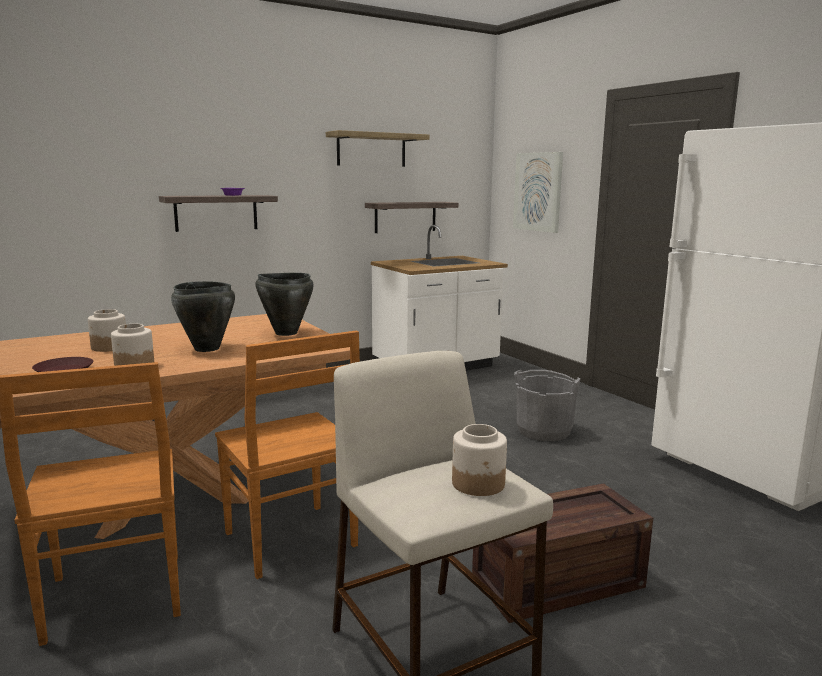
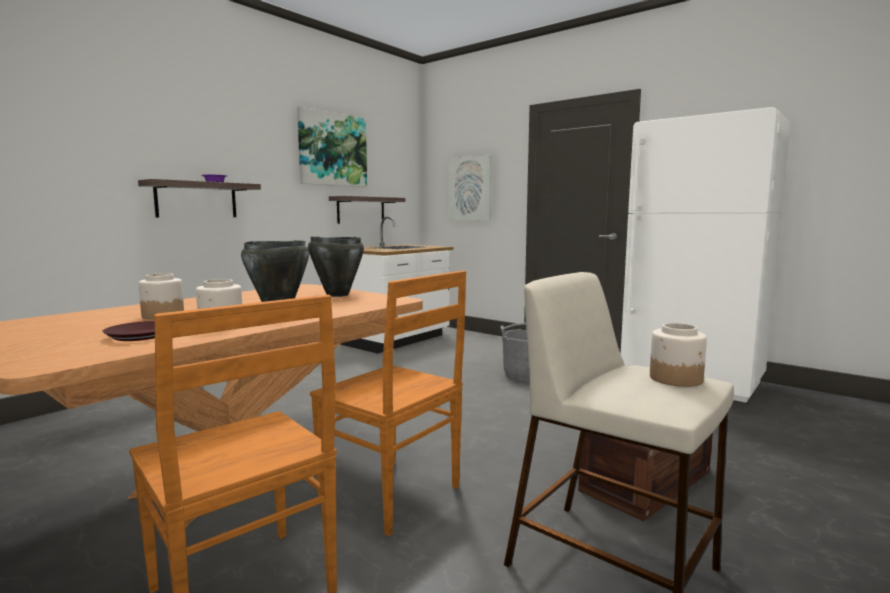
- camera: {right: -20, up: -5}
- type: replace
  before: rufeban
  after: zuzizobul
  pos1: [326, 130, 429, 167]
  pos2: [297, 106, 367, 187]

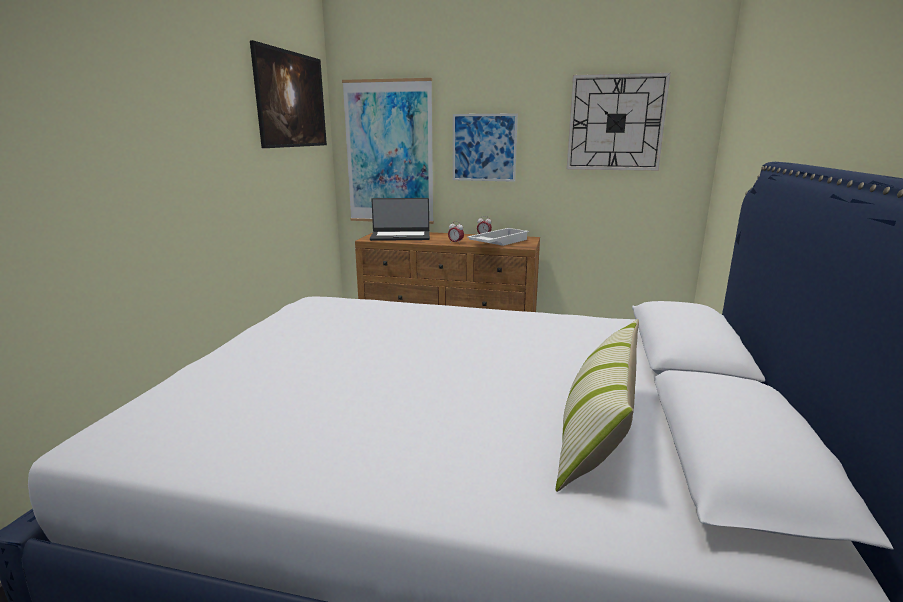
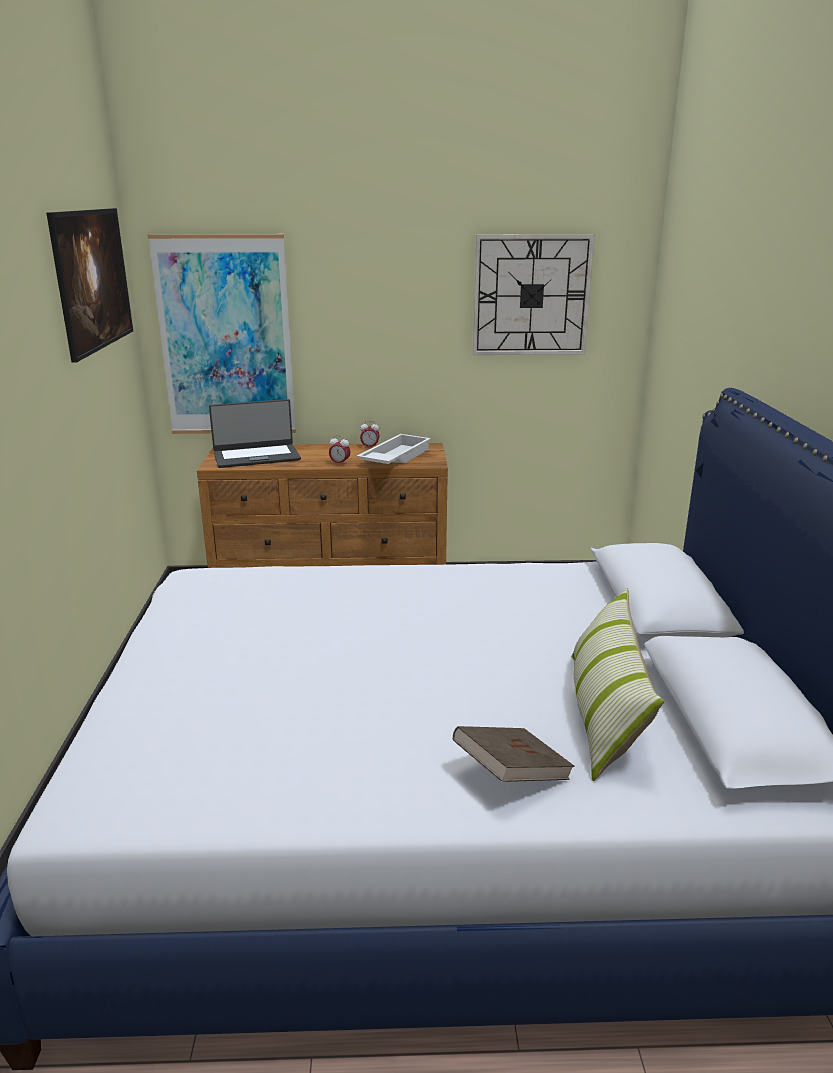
- camera: {right: -15, up: 5}
- type: delete
  before: zuzizobul
  pos1: [453, 113, 518, 182]
- type: insert
  after: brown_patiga
  pos2: [453, 726, 575, 782]

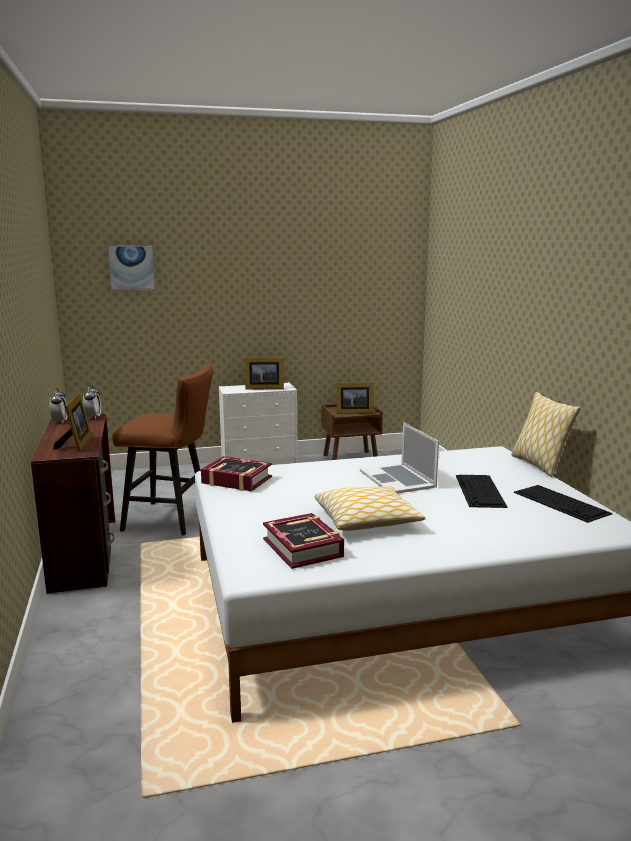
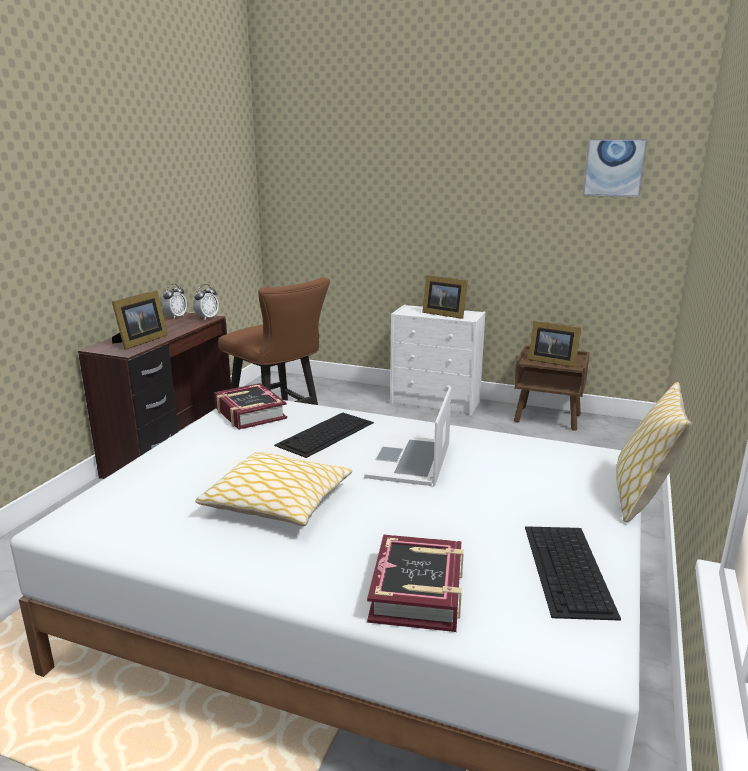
- camera: {right: 35, up: 5}
- type: move
  before: zuzizobul
  pos1: [107, 245, 156, 291]
  pos2: [582, 139, 647, 197]
- type: move
  before: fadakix
  pos1: [456, 475, 508, 508]
  pos2: [274, 413, 374, 458]
- type: move
  before: patiga
  pos1: [263, 513, 344, 569]
  pos2: [367, 535, 464, 632]

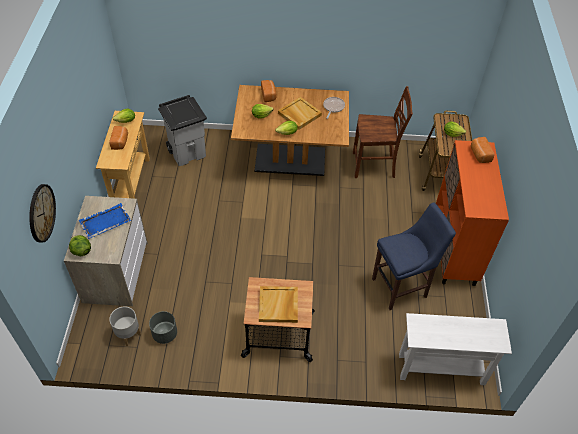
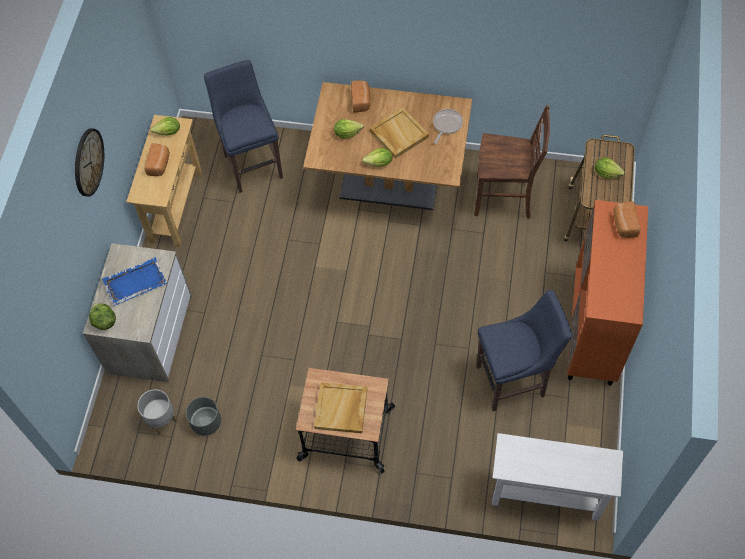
- camera: {right: 10, up: 10}
- type: replace
  before: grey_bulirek
  after: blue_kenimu
  pos1: [158, 95, 207, 166]
  pos2: [204, 60, 283, 193]
- type: move
  before: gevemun
  pos1: [29, 184, 56, 243]
  pos2: [75, 128, 104, 197]

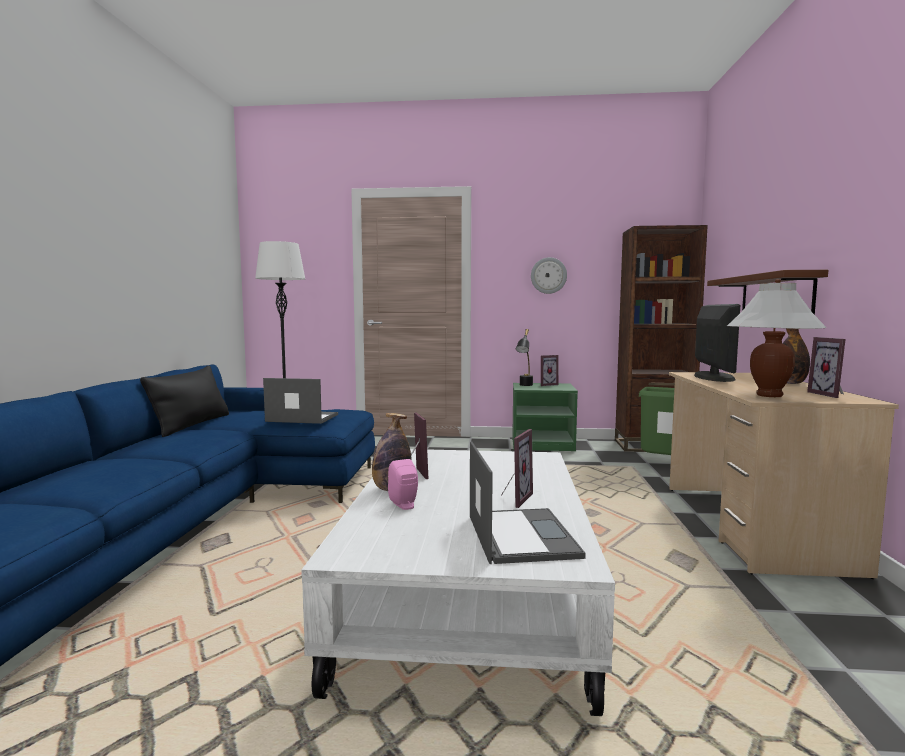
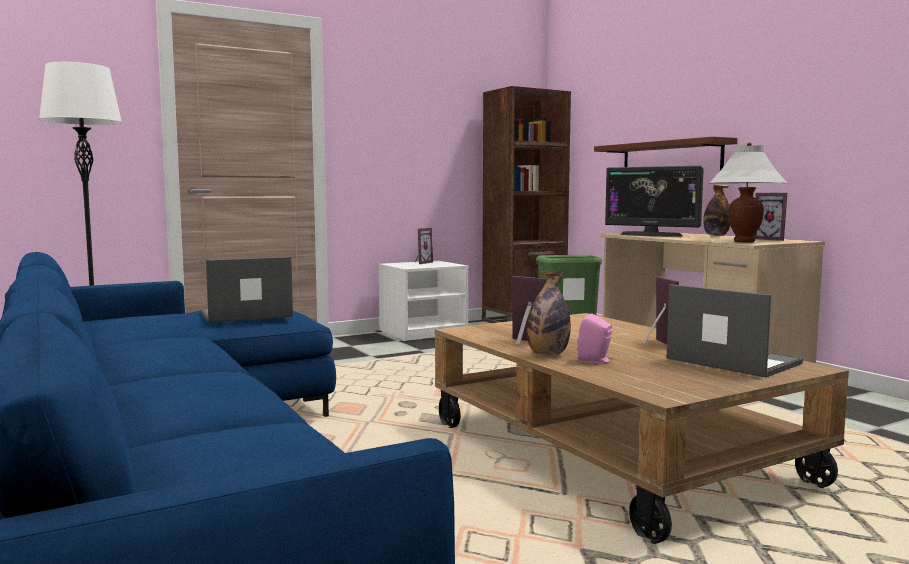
- camera: {right: -35, up: 0}
- type: delete
  before: gevemun
  pos1: [531, 257, 567, 294]
- type: rotate
  before: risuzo
  pos1: [694, 304, 740, 382]
  pos2: [605, 166, 704, 237]
  turn: 150
- type: delete
  before: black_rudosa
  pos1: [516, 329, 533, 386]
- type: delete
  before: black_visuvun
  pos1: [140, 365, 229, 437]
- type: recolor
  before: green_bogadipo
  after: white_bogadipo
  pos1: [512, 383, 578, 451]
  pos2: [378, 261, 468, 341]
- type: recolor
  before: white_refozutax
  after: brown_refozutax
  pos1: [301, 449, 615, 716]
  pos2: [435, 313, 849, 544]

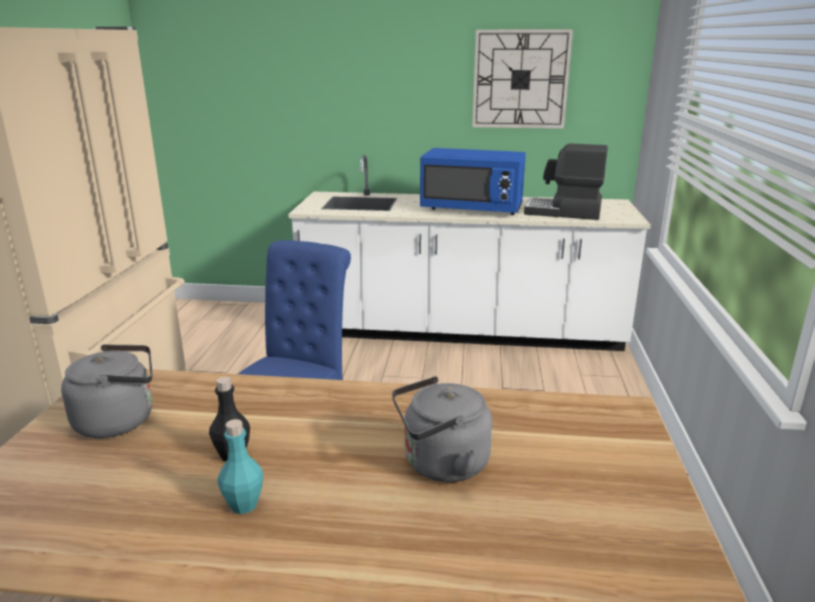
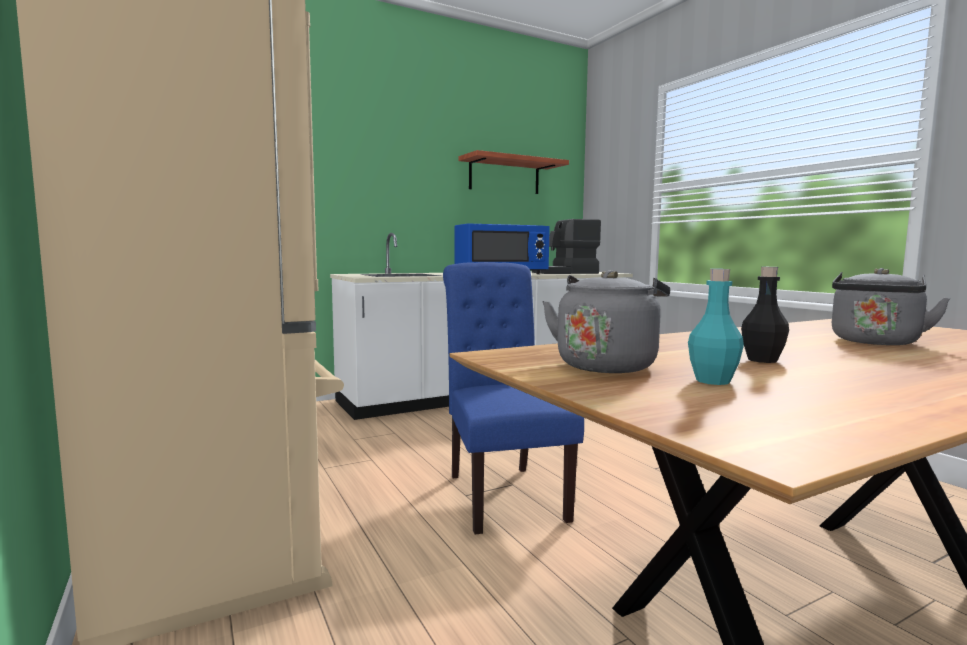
- camera: {right: -35, up: -15}
- type: replace
  before: gevemun
  after: rufeban
  pos1: [472, 29, 573, 129]
  pos2: [459, 150, 569, 194]
- type: move
  before: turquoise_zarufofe
  pos1: [218, 419, 263, 514]
  pos2: [688, 269, 744, 385]

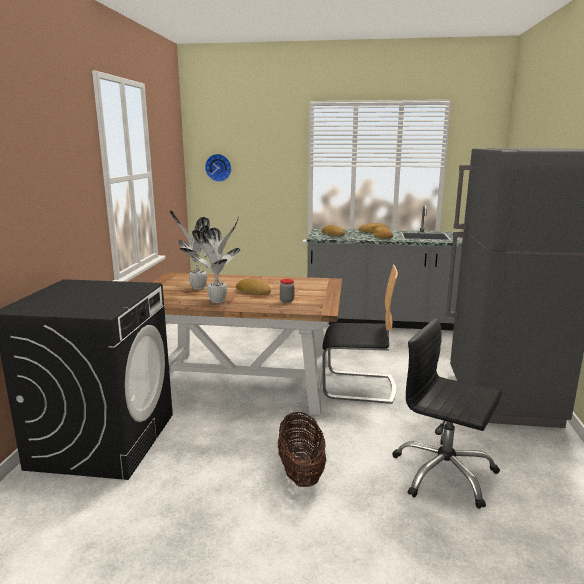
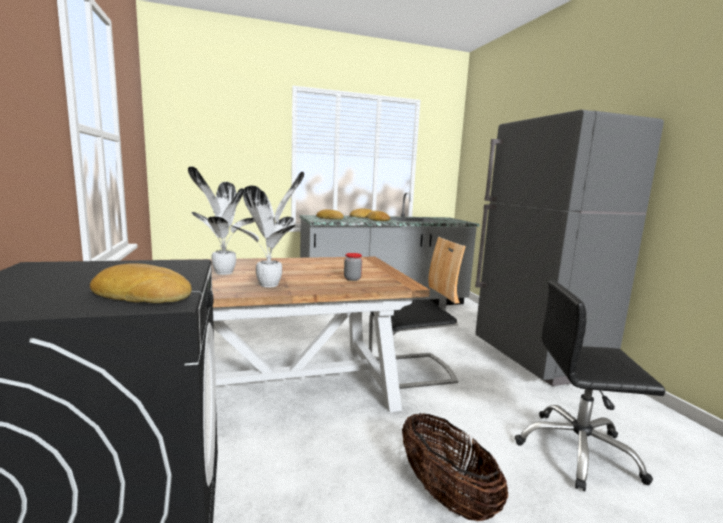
- camera: {right: -25, up: -5}
- type: delete
  before: gevemun
  pos1: [205, 154, 231, 182]
- type: move
  before: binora
  pos1: [236, 278, 271, 295]
  pos2: [90, 263, 192, 303]

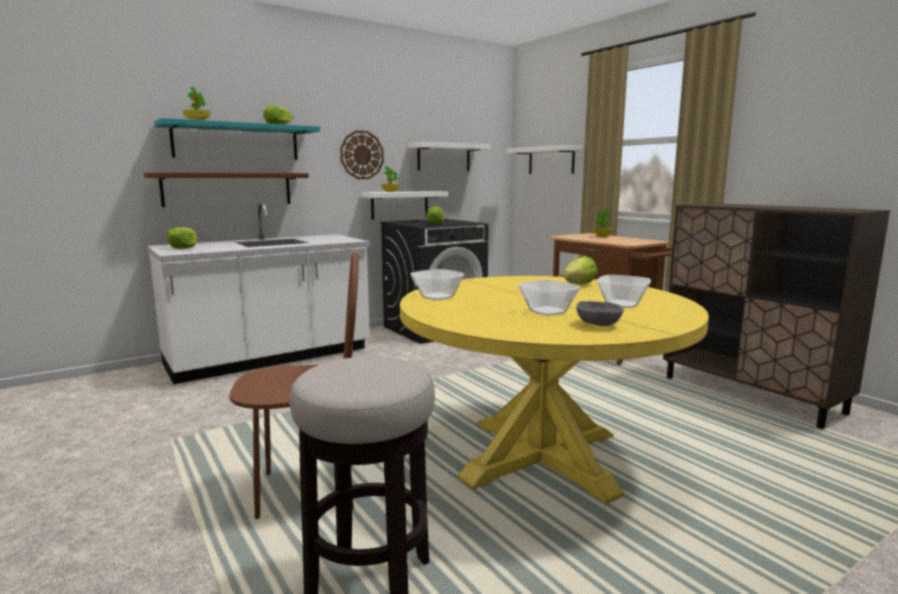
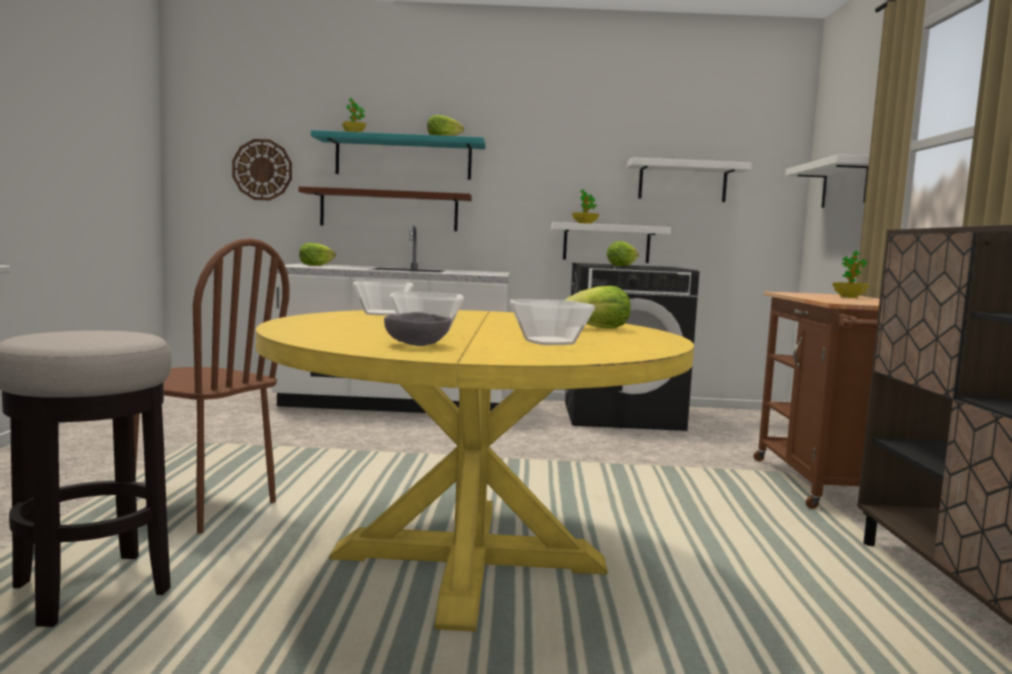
- camera: {right: 35, up: -5}
- type: move
  before: gevemun
  pos1: [340, 131, 384, 179]
  pos2: [232, 139, 292, 201]

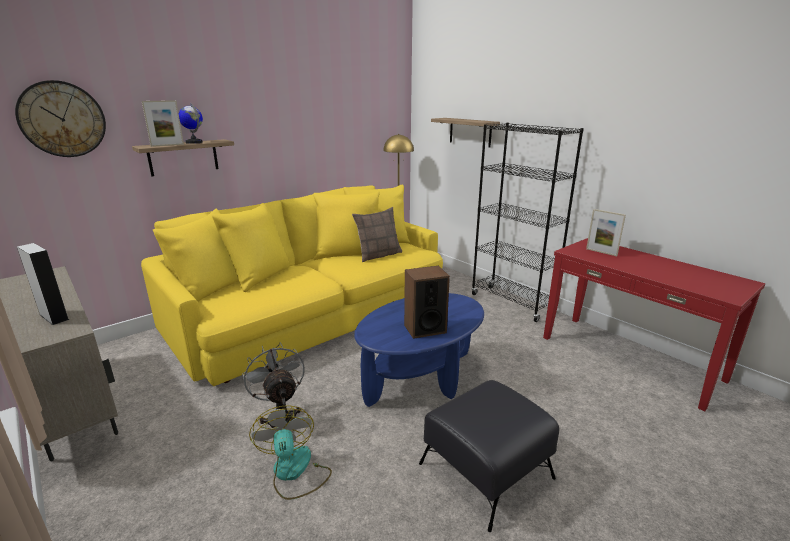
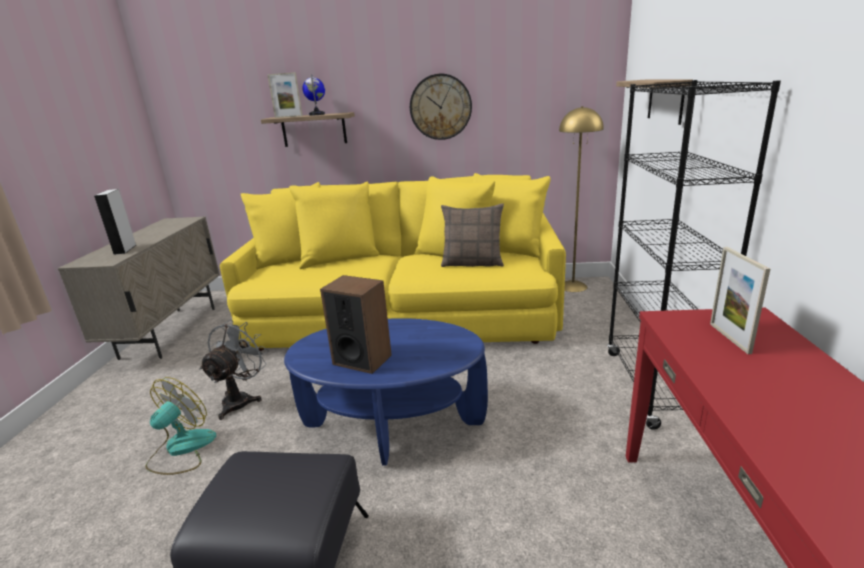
- camera: {right: 45, up: 0}
- type: move
  before: gevemun
  pos1: [15, 80, 106, 157]
  pos2: [410, 74, 472, 140]

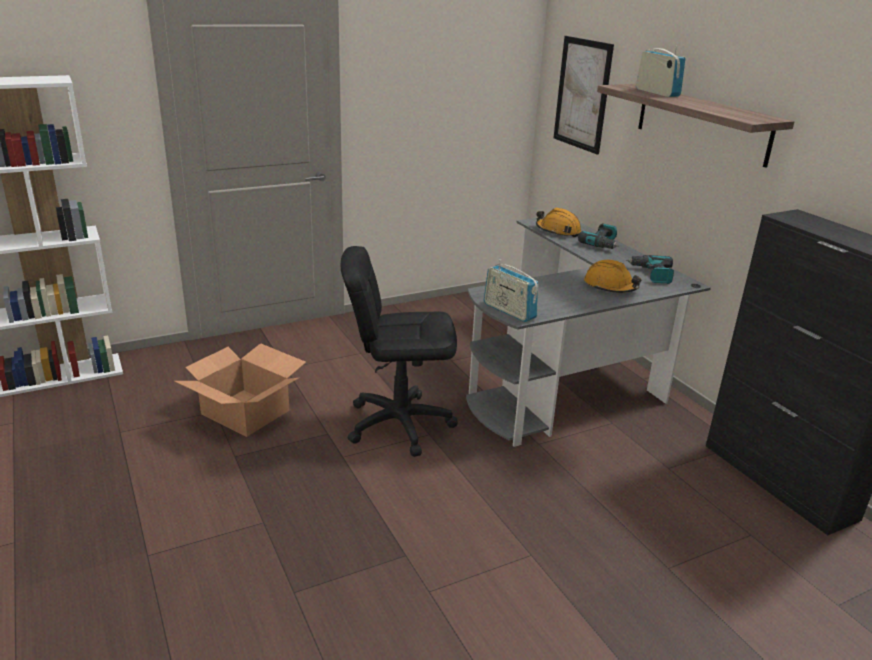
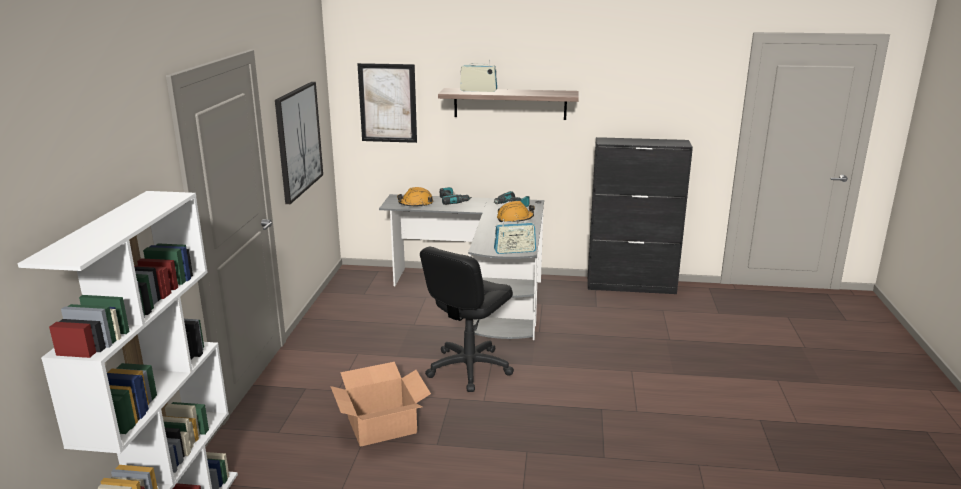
- camera: {right: -55, up: -5}
- type: insert
  after: zuzizobul
  pos2: [275, 82, 323, 204]

